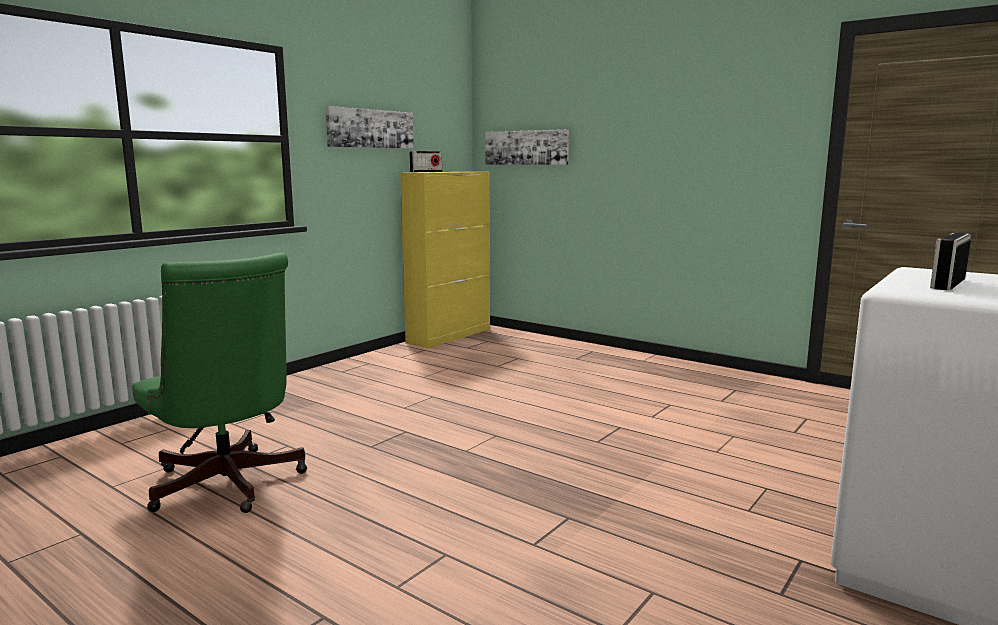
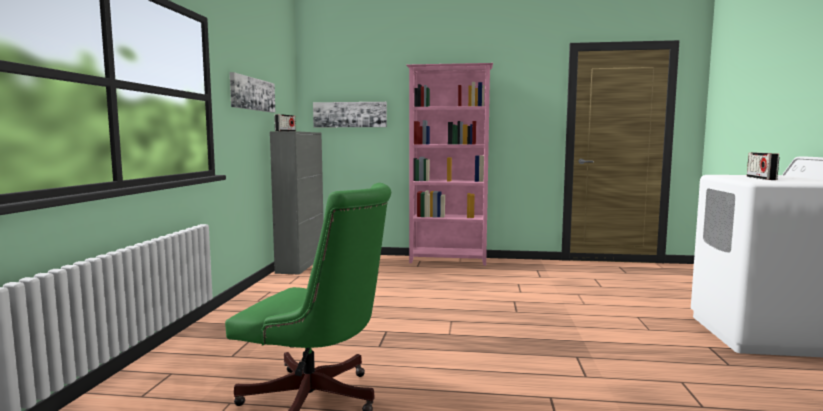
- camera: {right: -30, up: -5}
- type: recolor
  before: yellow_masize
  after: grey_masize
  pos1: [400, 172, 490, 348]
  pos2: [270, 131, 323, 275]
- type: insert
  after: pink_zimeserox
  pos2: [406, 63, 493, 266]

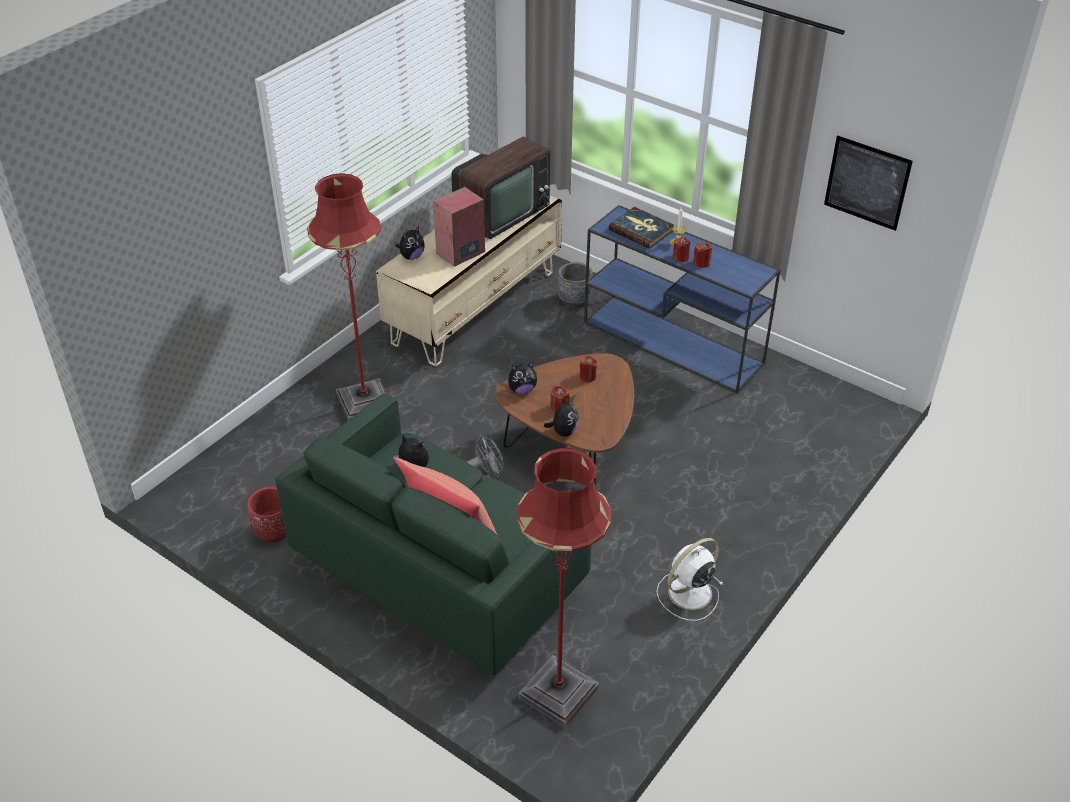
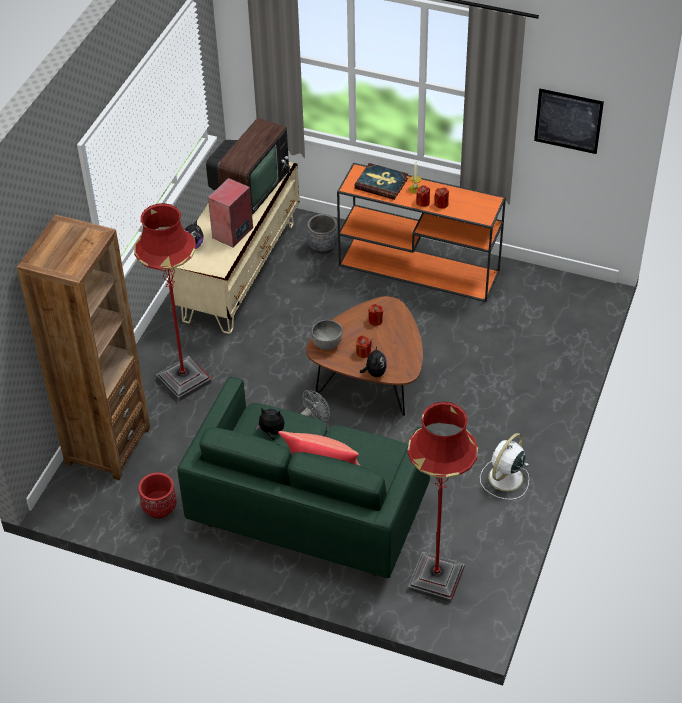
- camera: {right: -15, up: 5}
- type: recolor
  before: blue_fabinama
  after: orange_fabinama
  pos1: [584, 205, 781, 393]
  pos2: [337, 163, 506, 302]
- type: replace
  before: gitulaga
  after: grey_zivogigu
  pos1: [508, 362, 537, 394]
  pos2: [311, 320, 343, 350]
- type: insert
  after: brown_zimeserox
  pos2: [17, 215, 150, 480]

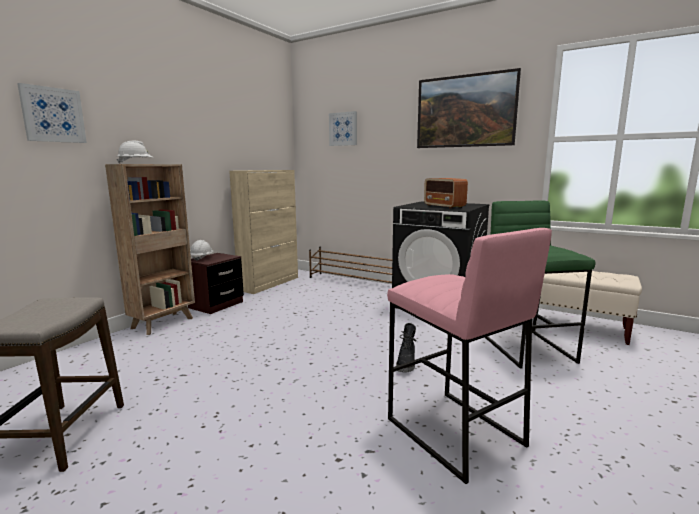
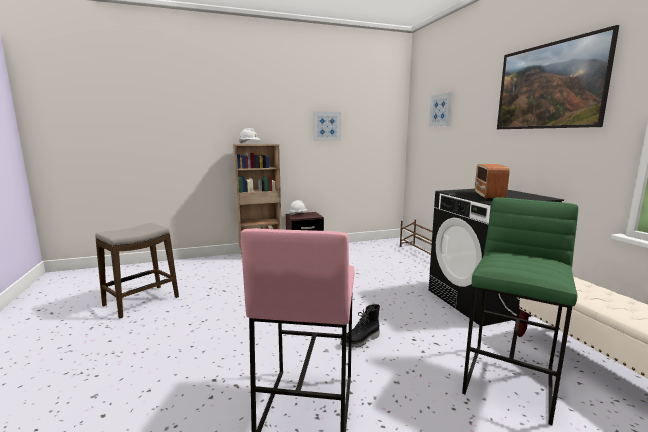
- camera: {right: 40, up: 0}
- type: move
  before: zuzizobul
  pos1: [17, 83, 87, 143]
  pos2: [313, 111, 341, 141]
- type: delete
  before: beige_masize
  pos1: [229, 170, 298, 294]

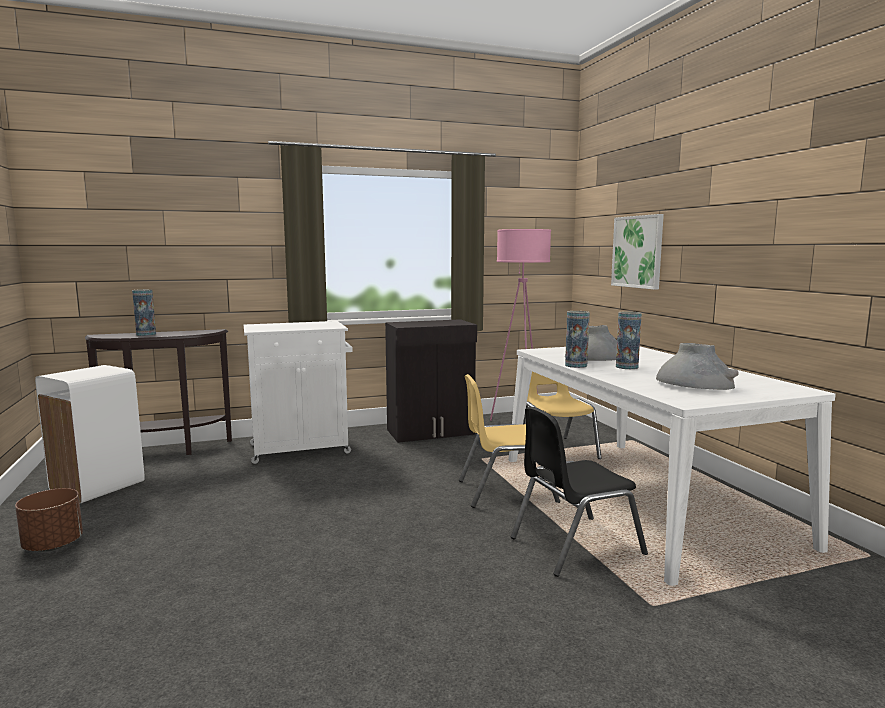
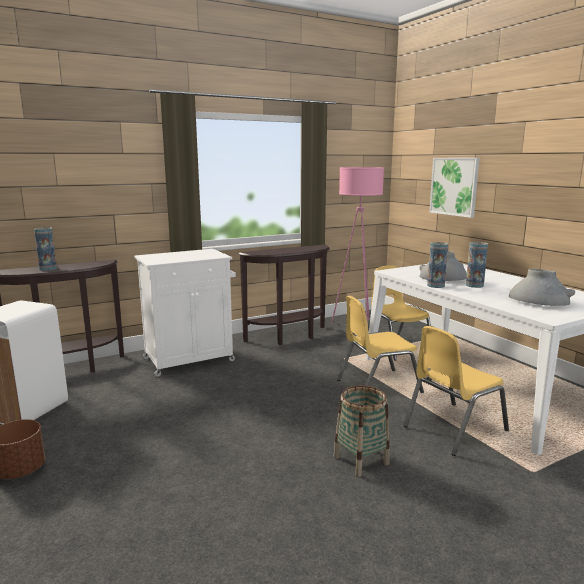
- camera: {right: -10, up: 5}
- type: replace
  before: black_masize
  after: brown_fabinama
  pos1: [385, 319, 477, 443]
  pos2: [238, 244, 330, 345]
- type: recolor
  before: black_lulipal
  after: yellow_lulipal
  pos1: [511, 407, 648, 577]
  pos2: [403, 326, 509, 456]
- type: insert
  after: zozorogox
  pos2: [334, 385, 390, 477]

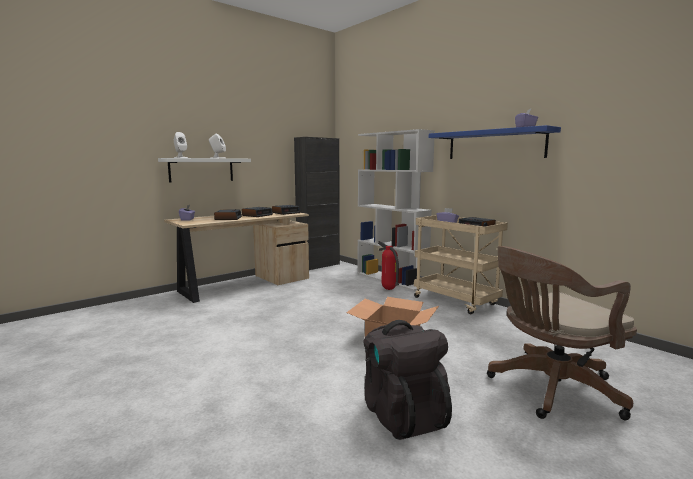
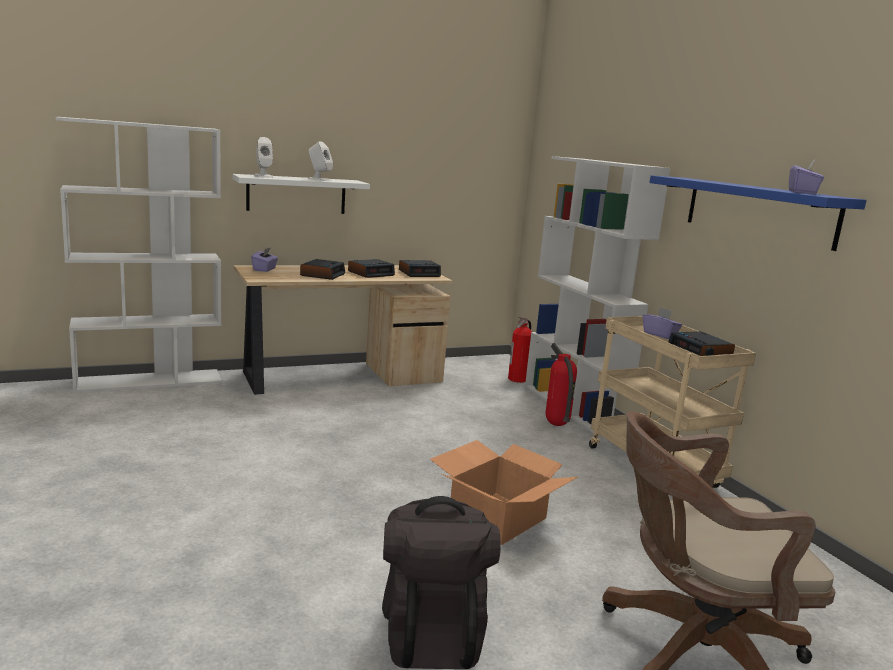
- camera: {right: 15, up: 5}
- type: delete
  before: black_masize
  pos1: [294, 137, 340, 270]
- type: insert
  after: white_zimeserox
  pos2: [56, 117, 222, 393]
- type: insert
  after: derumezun
  pos2: [508, 317, 532, 383]

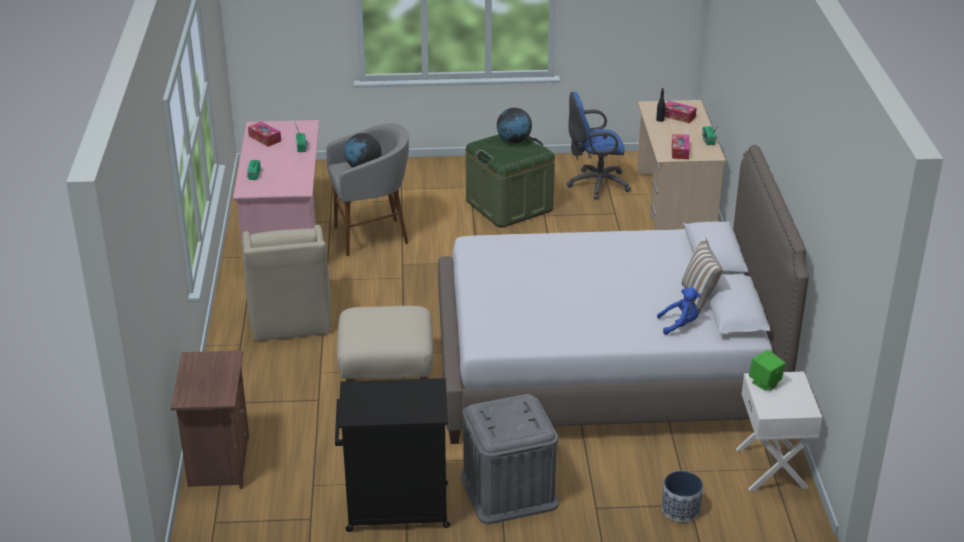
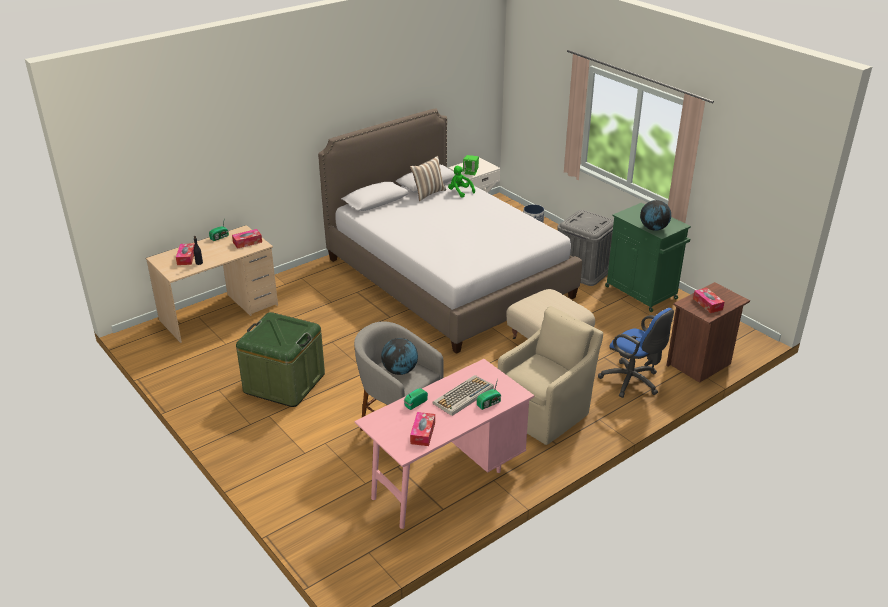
- camera: {right: -125, up: 0}
- type: move
  before: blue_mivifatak
  pos1: [567, 92, 631, 200]
  pos2: [598, 308, 674, 398]
- type: move
  before: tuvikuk
  pos1: [497, 108, 532, 143]
  pos2: [640, 200, 671, 231]
- type: recolor
  before: blue_gitulaga
  after: green_gitulaga
  pos1: [657, 287, 701, 335]
  pos2: [448, 166, 475, 198]
- type: recolor
  before: black_masize
  after: green_masize
  pos1: [335, 378, 450, 532]
  pos2: [605, 203, 691, 312]
- type: insert
  after: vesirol
  pos2: [693, 288, 724, 313]
- type: insert
  after: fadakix
  pos2: [433, 375, 494, 416]

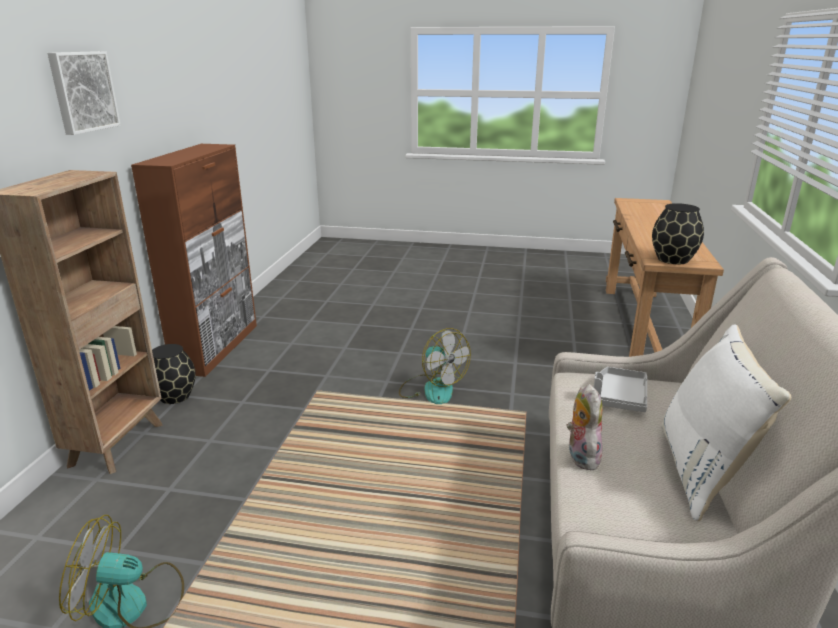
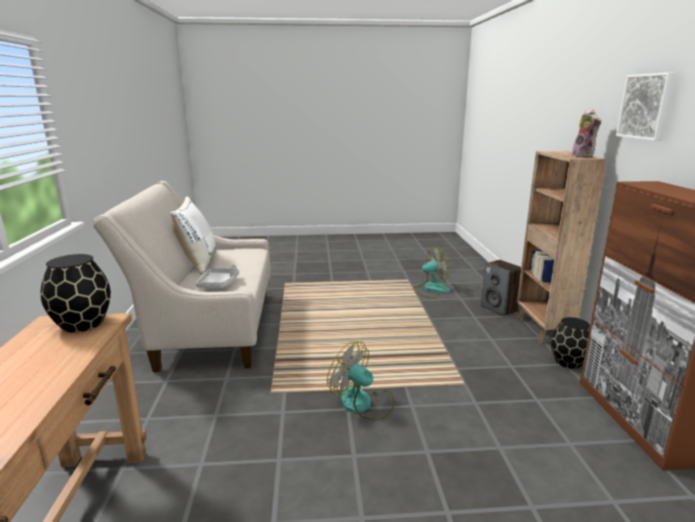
- camera: {right: 165, up: -5}
- type: move
  before: gitulaga
  pos1: [566, 384, 603, 470]
  pos2: [572, 109, 601, 158]
- type: insert
  after: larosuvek
  pos2: [481, 260, 521, 316]

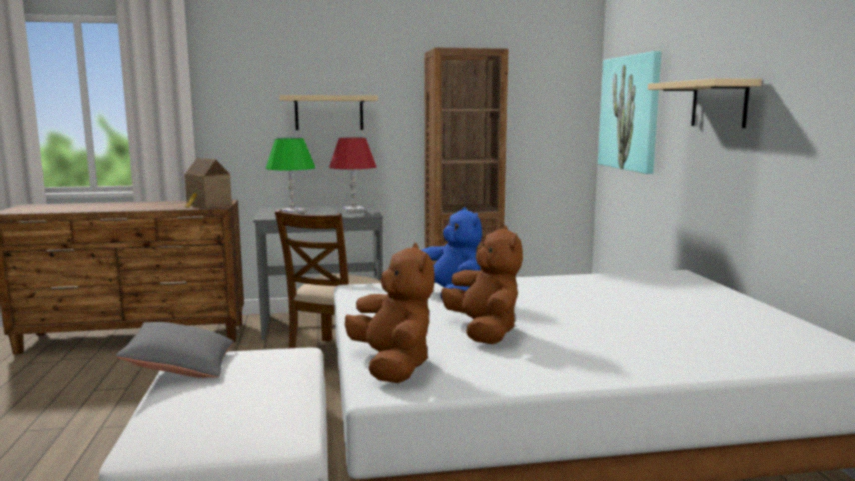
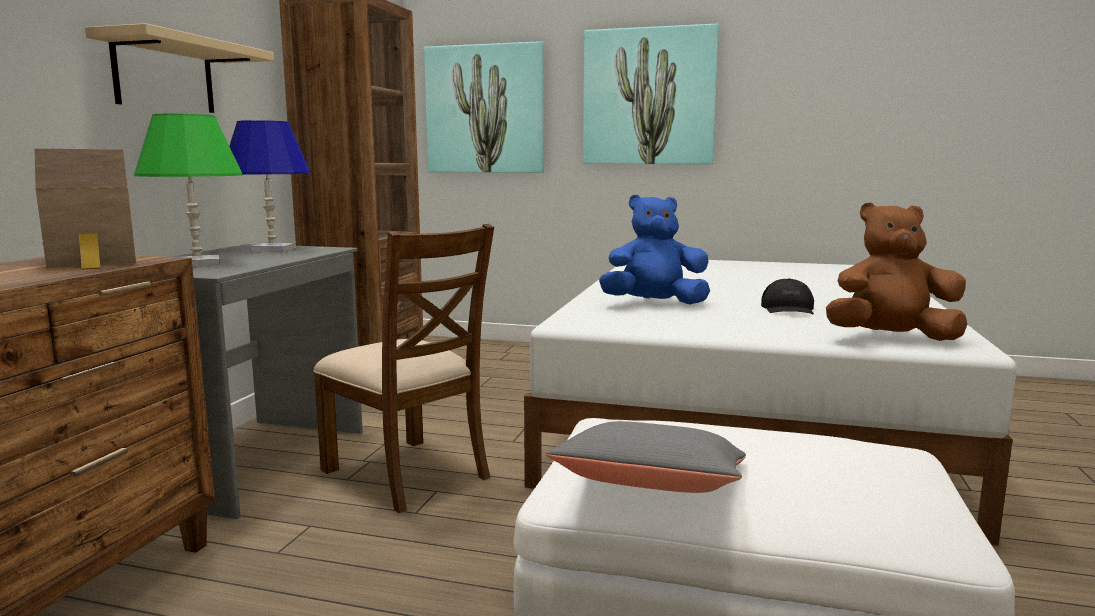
- camera: {right: -65, up: 0}
- type: replace
  before: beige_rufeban
  after: zuzizobul
  pos1: [648, 78, 762, 128]
  pos2: [583, 24, 719, 164]
- type: recolor
  before: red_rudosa
  after: blue_rudosa
  pos1: [329, 137, 376, 213]
  pos2: [229, 120, 311, 252]
- type: replace
  before: brown_gitulaga
  after: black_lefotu
  pos1: [442, 225, 523, 344]
  pos2: [761, 278, 814, 314]

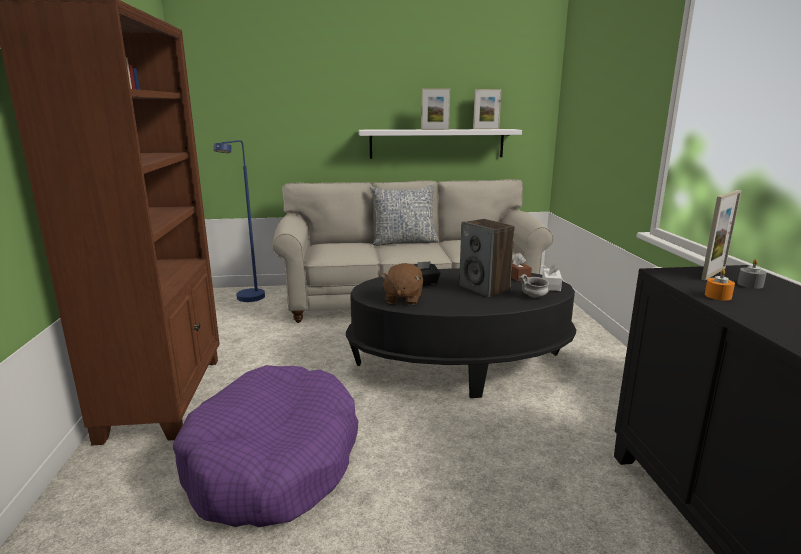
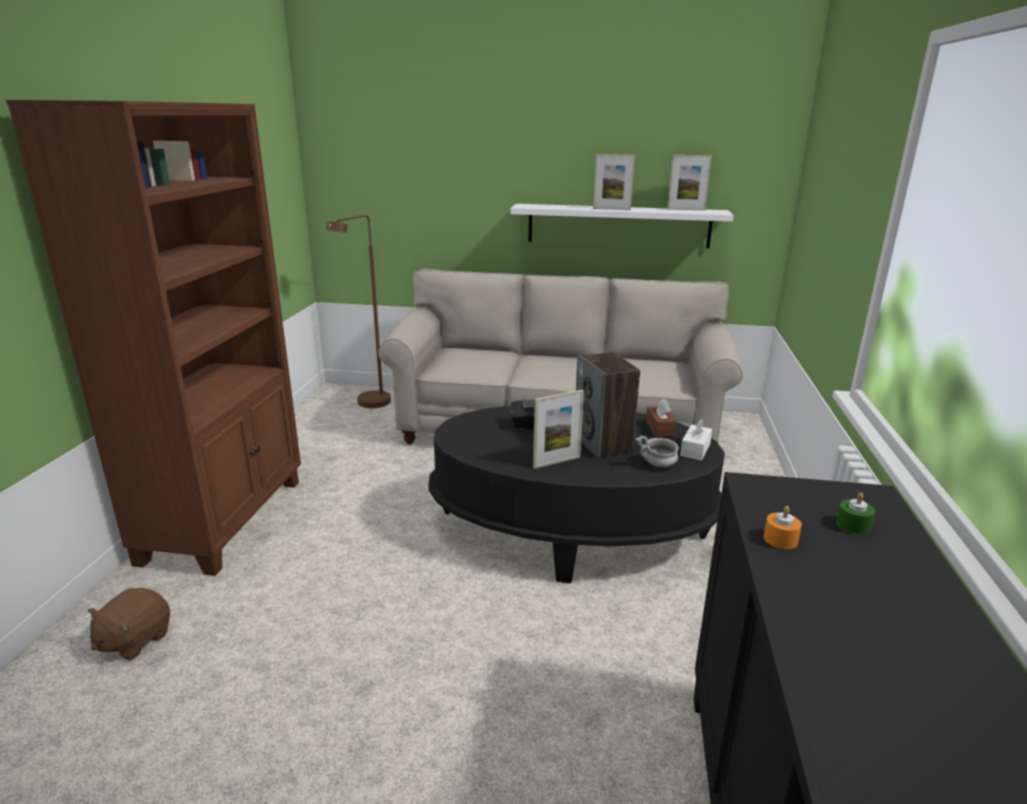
- camera: {right: 15, up: 5}
- type: recolor
  before: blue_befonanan
  after: brown_befonanan
  pos1: [214, 140, 265, 302]
  pos2: [326, 215, 391, 408]
- type: delete
  before: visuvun
  pos1: [370, 184, 439, 246]
- type: move
  before: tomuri
  pos1: [701, 190, 742, 280]
  pos2: [533, 390, 584, 469]
- type: recolor
  before: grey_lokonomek
  after: green_lokonomek
  pos1: [737, 259, 767, 289]
  pos2: [836, 493, 875, 534]
- type: move
  before: brown_gitulaga
  pos1: [381, 263, 423, 305]
  pos2: [88, 588, 170, 660]
- type: delete
  before: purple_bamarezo
  pos1: [173, 365, 358, 527]

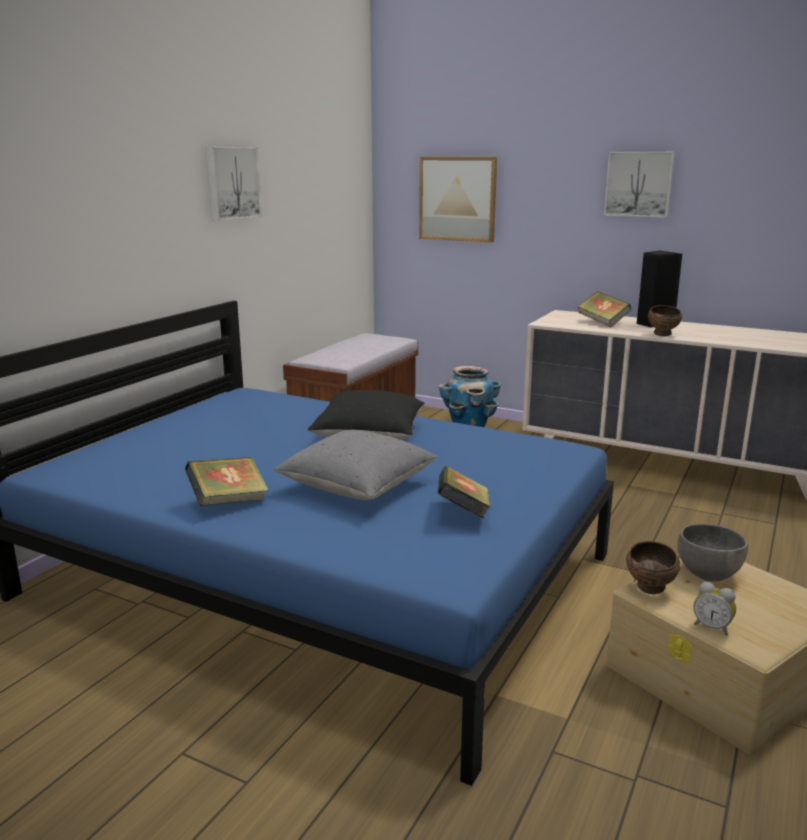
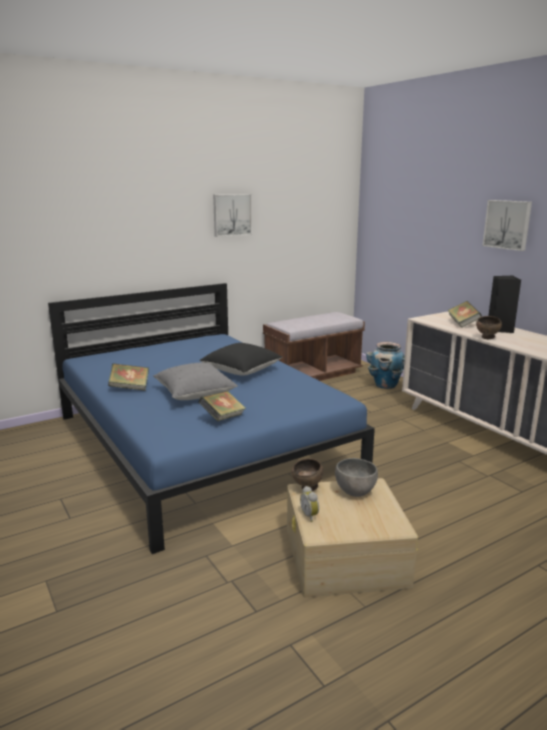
- camera: {right: 30, up: 0}
- type: delete
  before: zuzizobul
  pos1: [419, 157, 497, 242]

